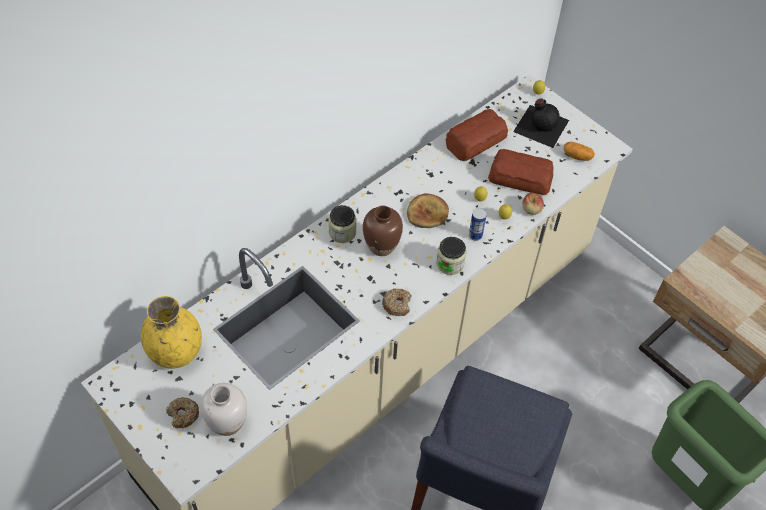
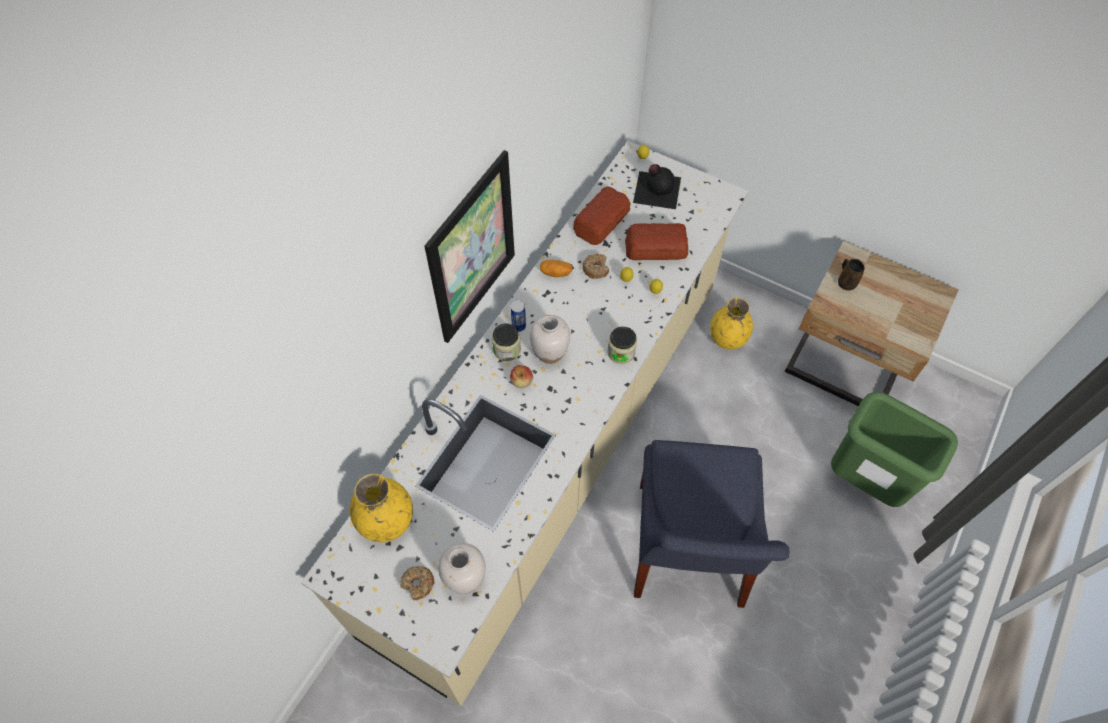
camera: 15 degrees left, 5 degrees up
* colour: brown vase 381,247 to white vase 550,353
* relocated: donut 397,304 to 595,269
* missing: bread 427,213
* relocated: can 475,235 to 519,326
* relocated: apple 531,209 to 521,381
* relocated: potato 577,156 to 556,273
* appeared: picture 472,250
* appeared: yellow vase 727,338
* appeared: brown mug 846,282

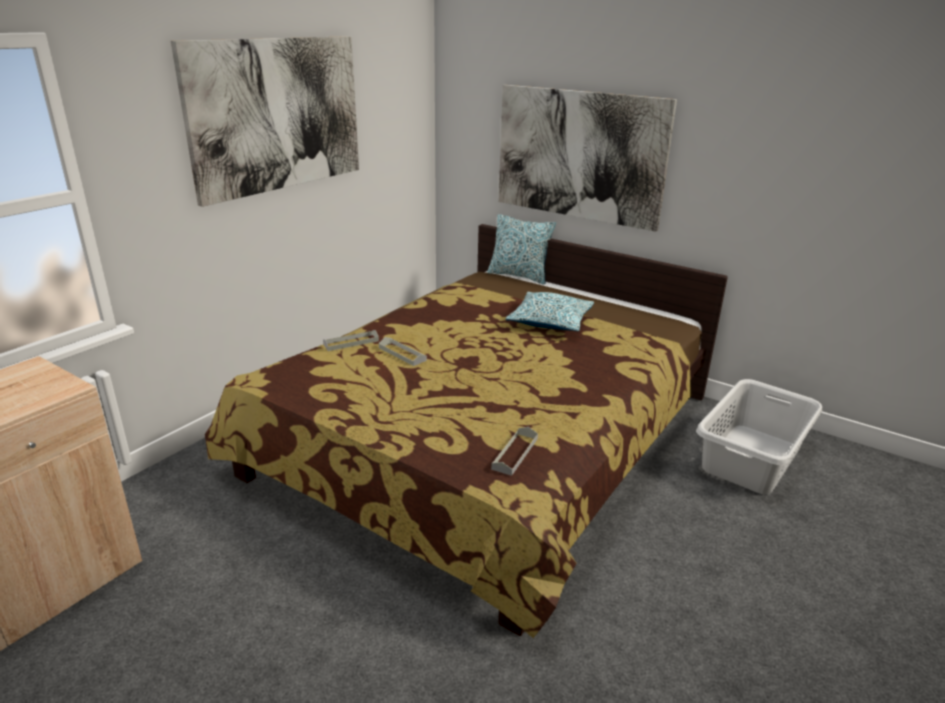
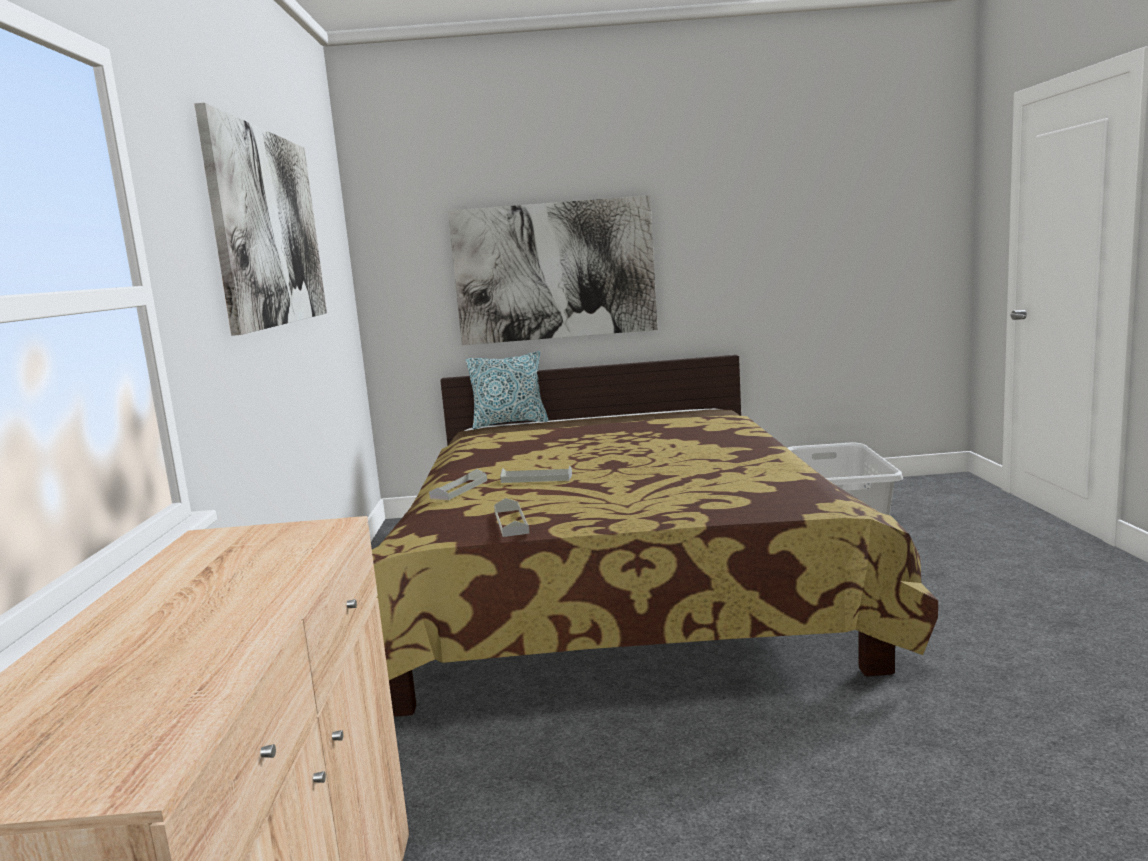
camera: 35 degrees left, 15 degrees down
* relocated: grey tray 515,453 to 511,522
* missing: pillow 550,321

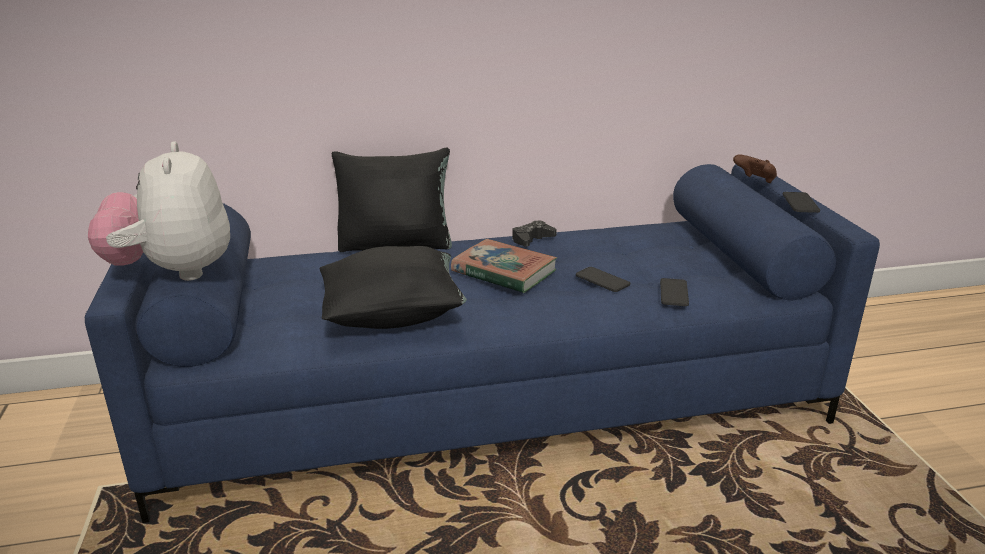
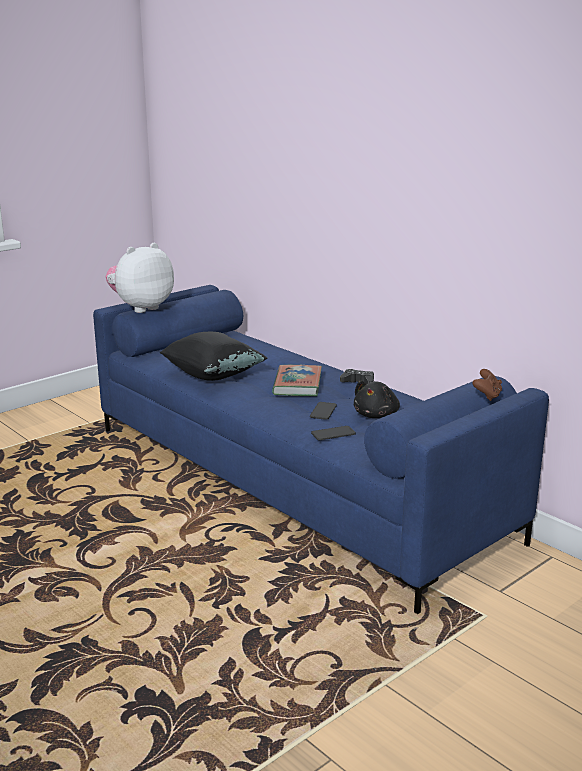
camera: 60 degrees right, 5 degrees down
* missing: black pillow 396,244
* missing: phone 800,203
* appeared: black plush toy 377,415

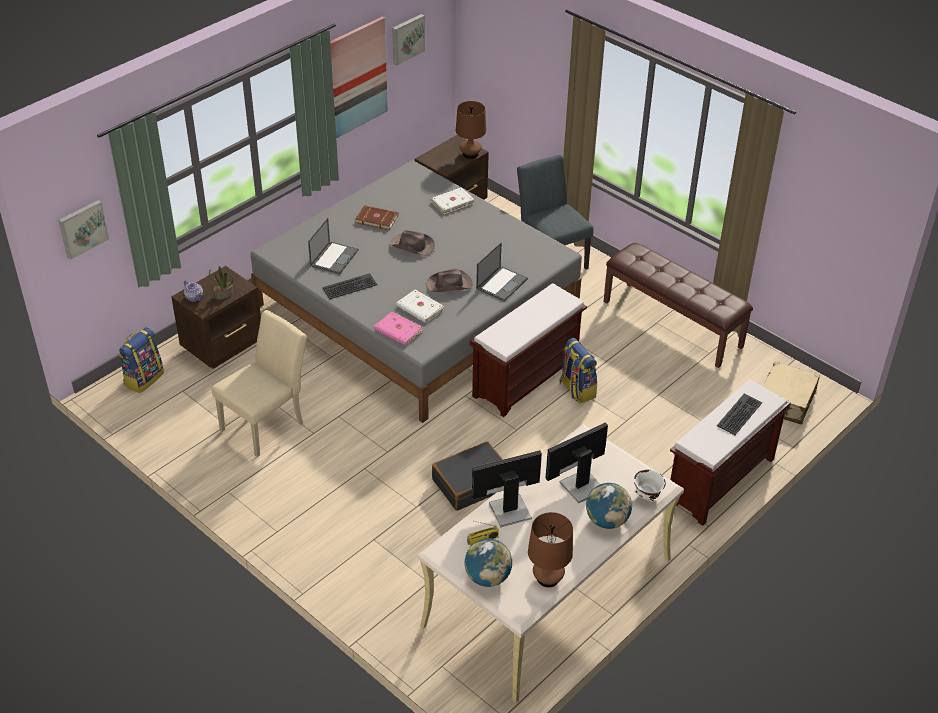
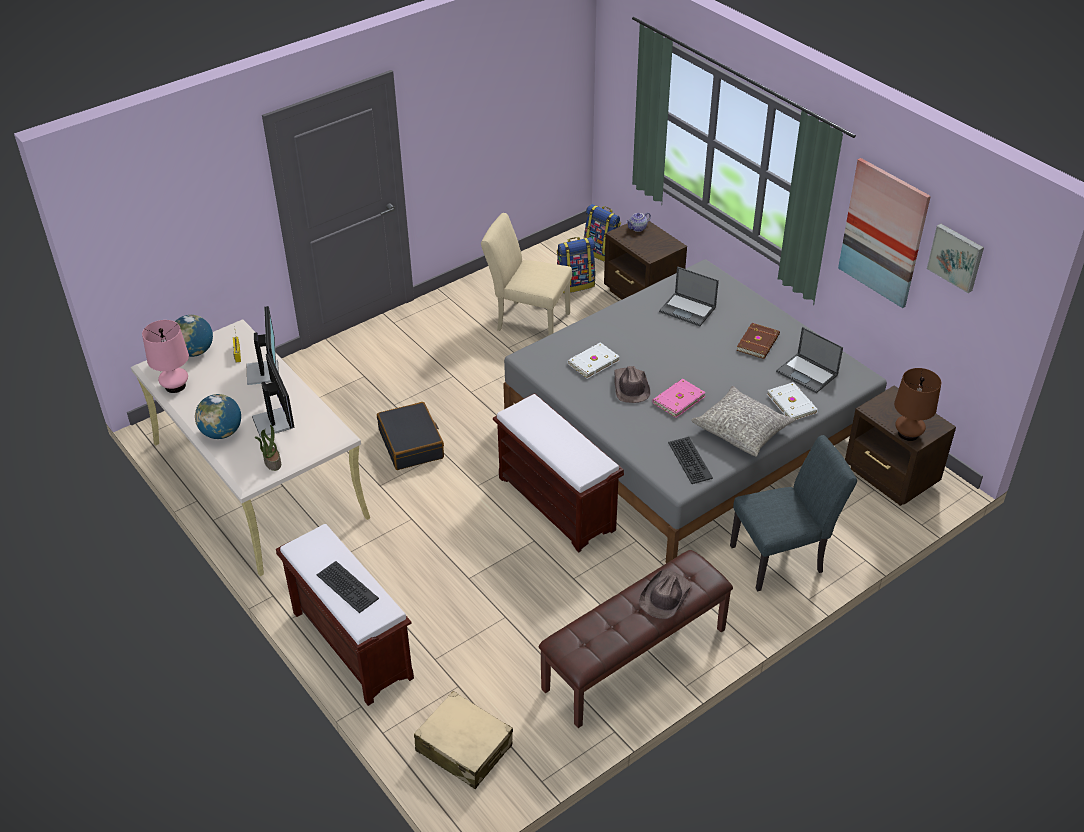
camera: 100 degrees right, 0 degrees up
* missing: picture 82,228
* relocated: potted plant 224,294 to 272,462
* spun: beige chair 267,423 = 527,320 150 degrees clockwise
* relocated: keyboard 350,287 to 689,460
* relocated: pink book 398,331 to 677,399
* relocated: brown hat 412,246 to 665,596
* relocated: laptop 502,283 to 807,373
* colour: brown table lamp 548,578 to pink table lamp 175,386
* relocated: backpack 576,390 to 575,284
* missing: white bowl 647,496
* appeared: grey pillow 742,430

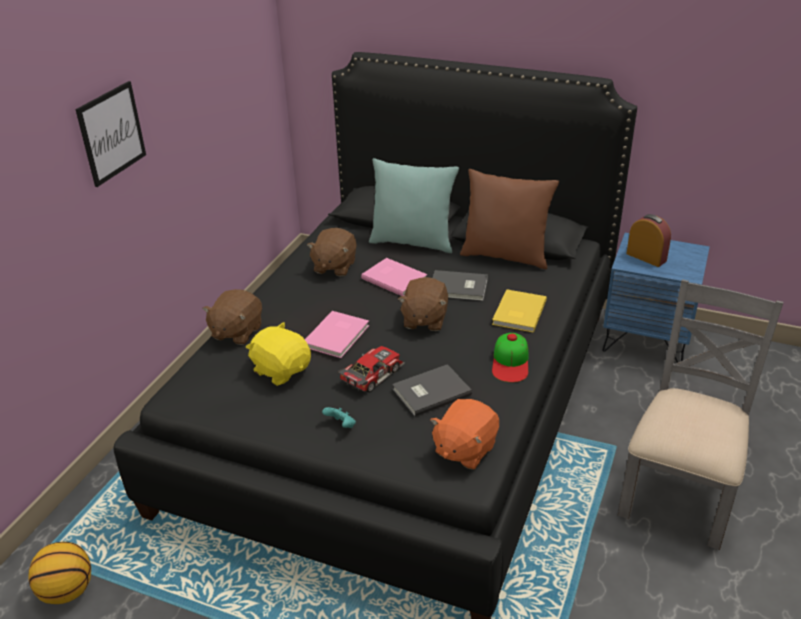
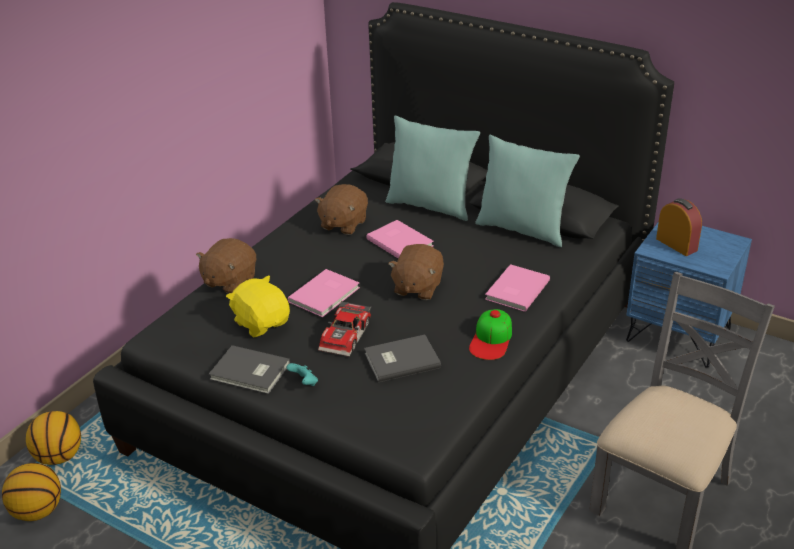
camera: 10 degrees right, 0 degrees up
* missing: picture 111,133
* spun: toy car 370,374 = 347,336 150 degrees clockwise
* missing: orange plush toy 464,449
* relocated: grey book 459,288 to 250,373
* colour: brown pillow 505,256 to turquoise pillow 523,229
* colour: yellow book 517,313 to pink book 515,290
* appeared: basketball 59,456

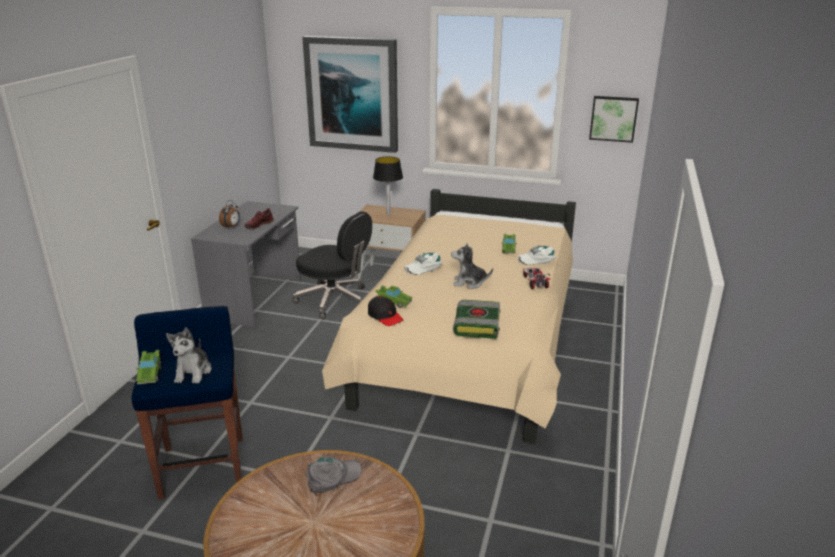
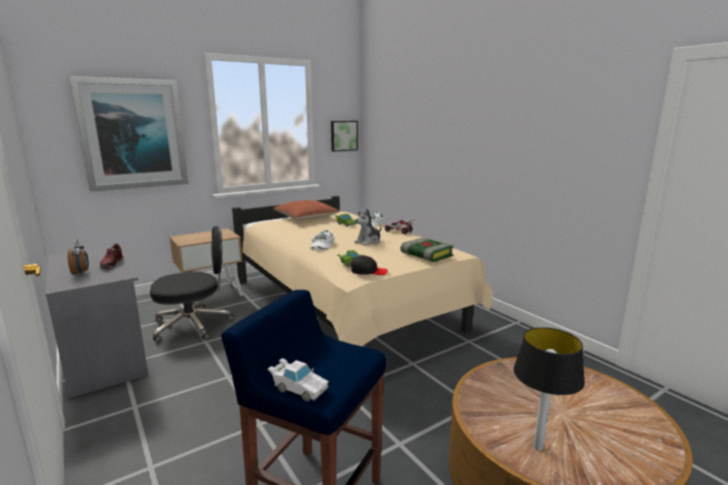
camera: 50 degrees left, 10 degrees down
* colour: green toy car 150,374 to white toy car 298,388
* missing: plush toy 193,372
* missing: grey cap 333,477
* relocated: table lamp 389,214 to 538,446
* appeared: pillow 306,218

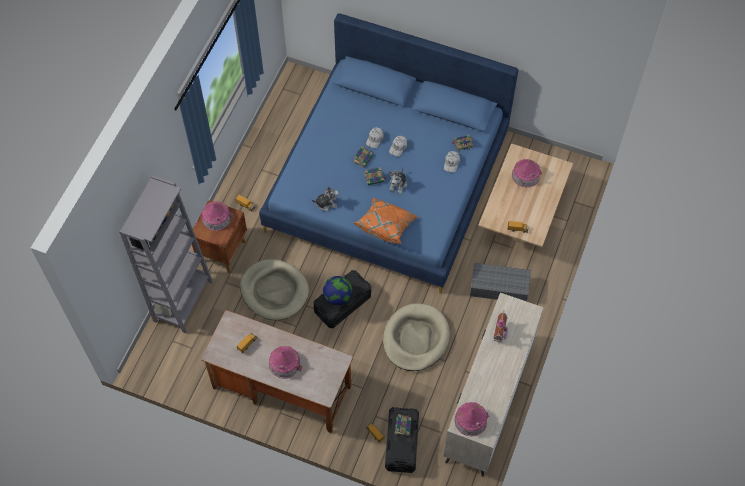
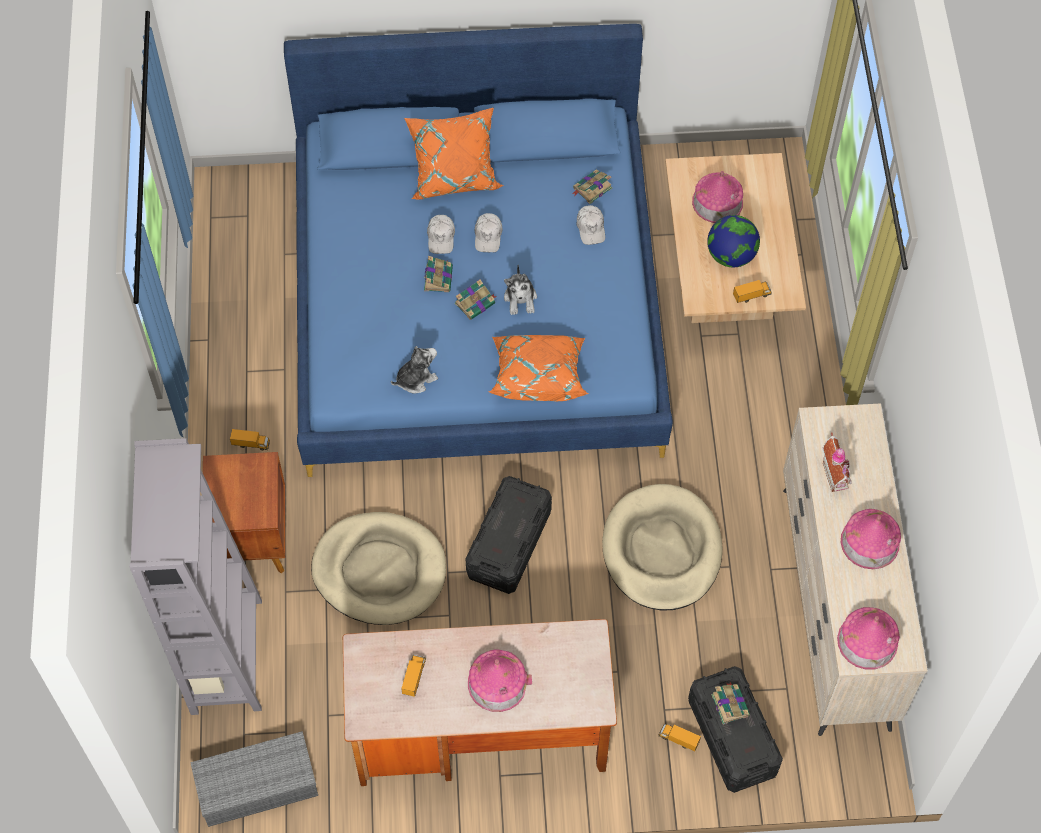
camera: 25 degrees left, 0 degrees up
* relocated: toy house 216,218 to 869,542
* relocated: globe 338,297 to 731,255
* relocated: grey storage box 500,287 to 258,783
* appeared: orange pillow 454,176

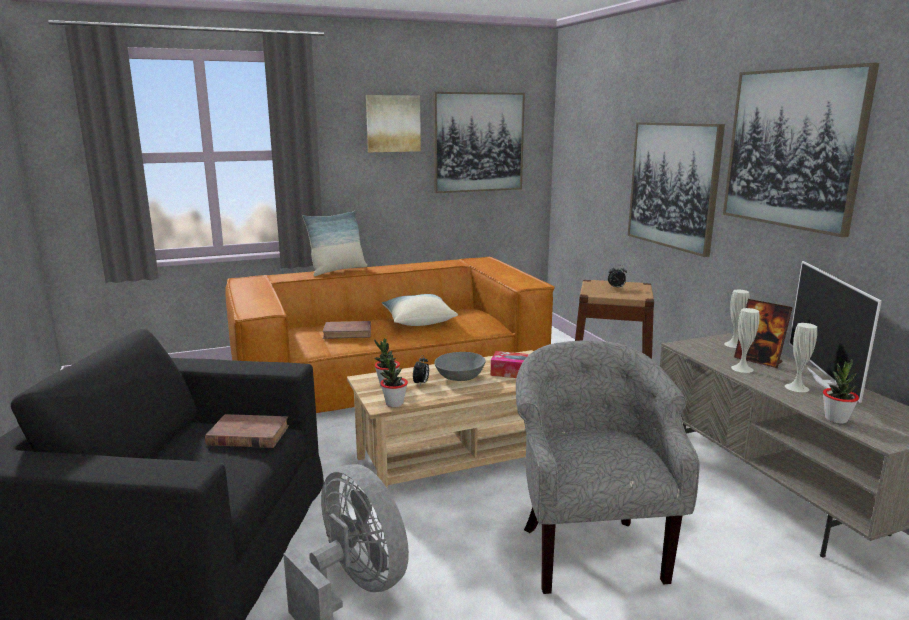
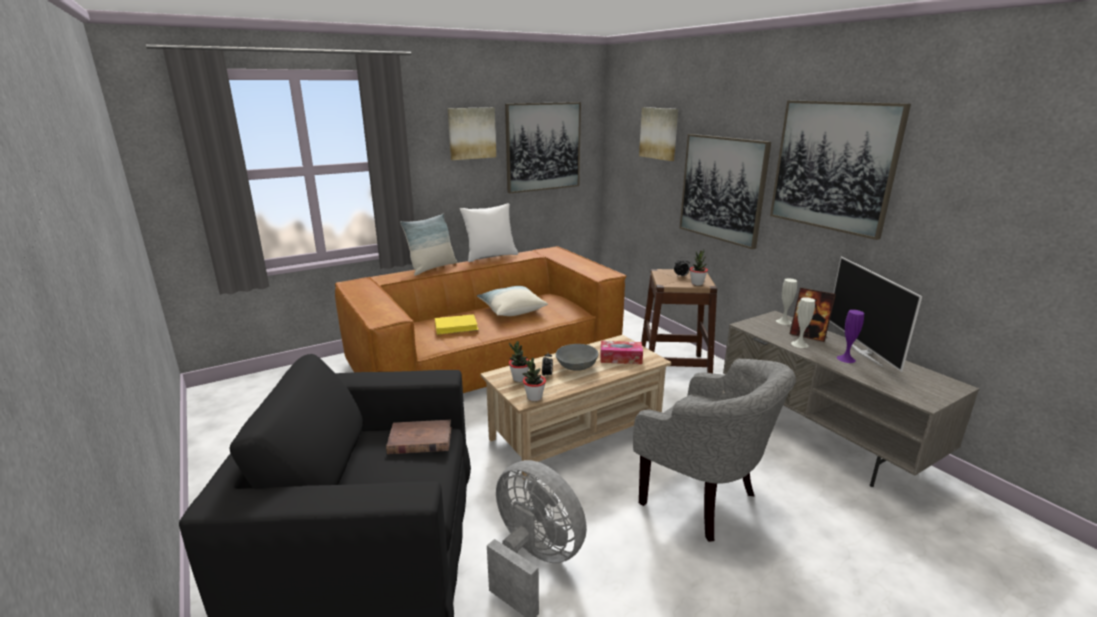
camera: 10 degrees left, 5 degrees up
* colour: brown book 348,333 to yellow book 456,327
* spun: grey armchair 588,549 = 704,501 150 degrees clockwise
* colour: white vase 796,387 to purple vase 846,359
* relocated: potted plant 836,419 to 697,283
* appeared: white pillow 490,256
* appeared: picture 659,133

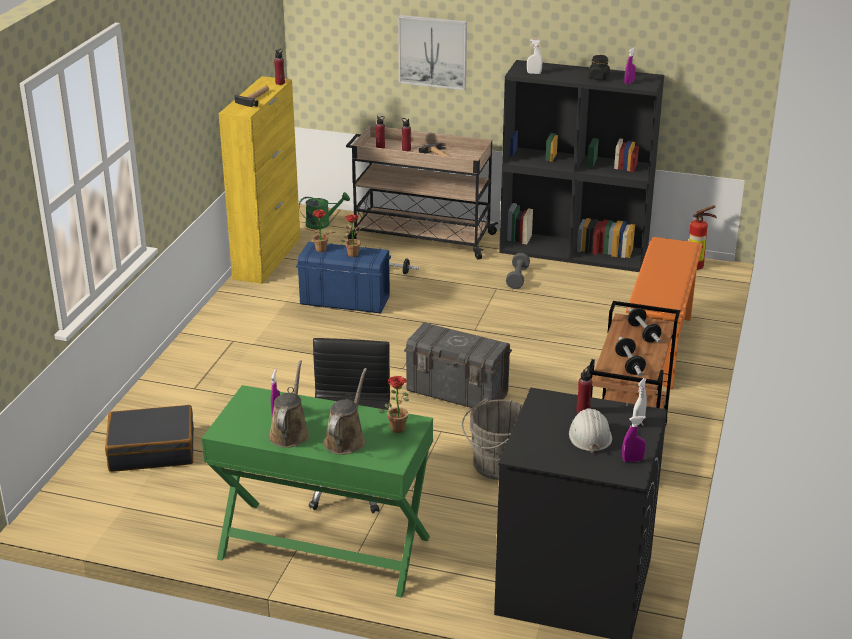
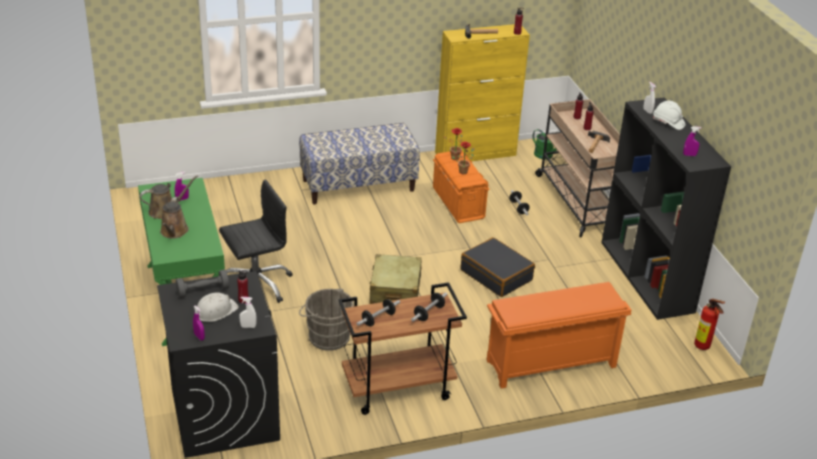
camera: 55 degrees right, 5 degrees up
* relocated: black suitcase 152,450 to 496,275
* colour: blue storage box 344,300 to orange storage box 458,203
* spun: brown watering can 346,439 = 173,232 105 degrees clockwise
* missing: potted plant 397,426
* missing: picture 433,51
* exchanged: grey storage box 457,393 to beige suitcase 395,290
* relocated: grey dumbbell 517,278 to 203,291
* missing: black jar 598,78
* appeared: bench 358,185
* appeared: white hard hat 668,122

